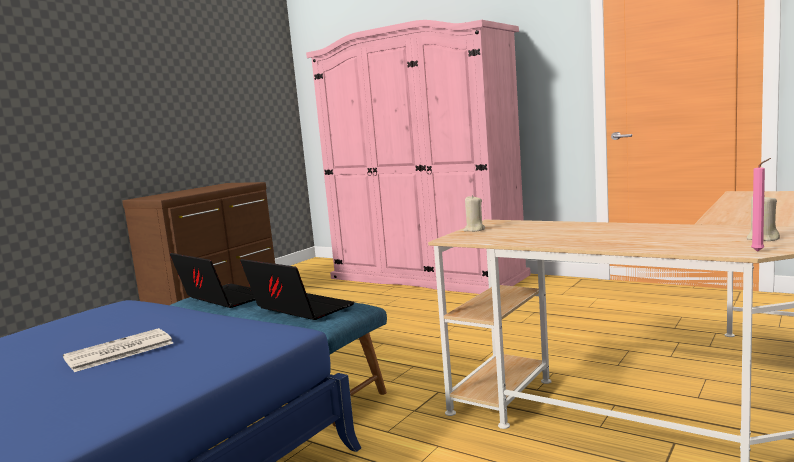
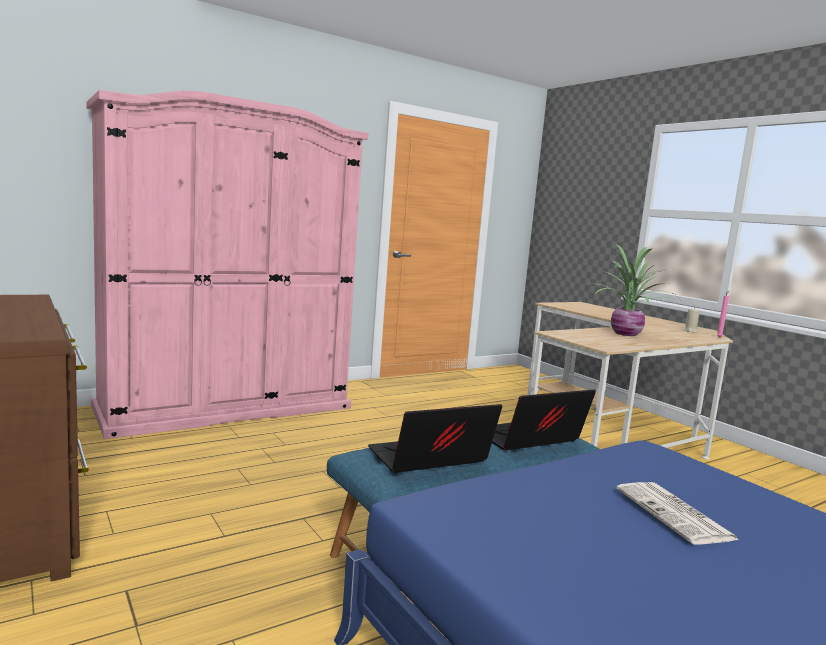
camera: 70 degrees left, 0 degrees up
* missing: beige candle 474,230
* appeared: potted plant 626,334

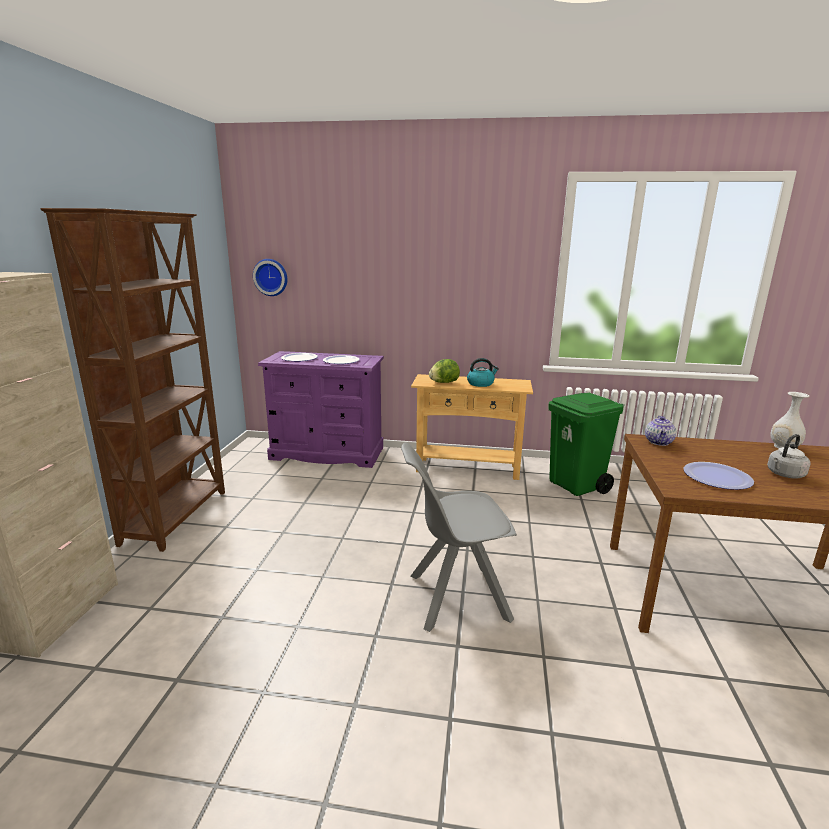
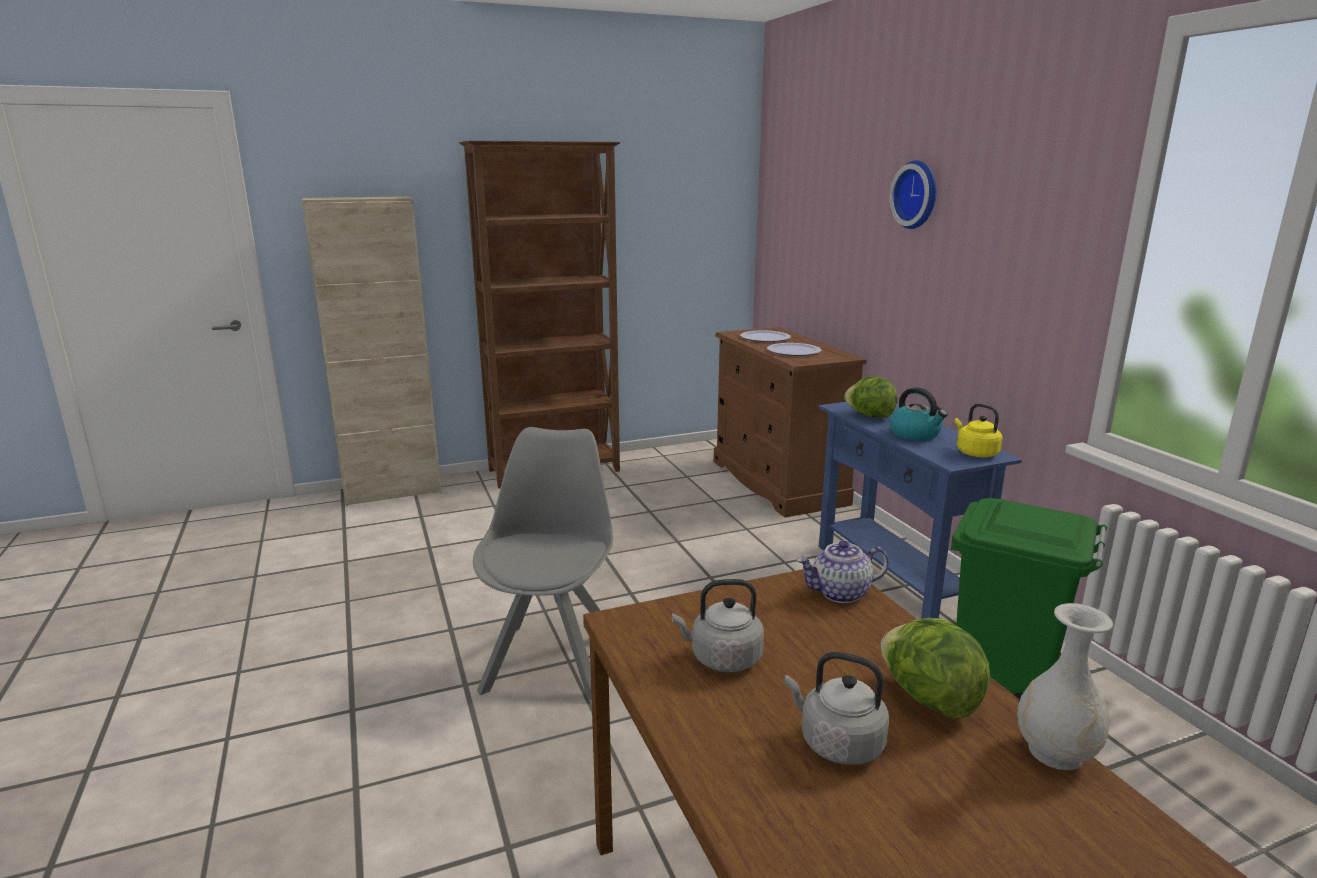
camera: 60 degrees right, 0 degrees up
* relocated: wall clock 271,277 to 918,195
* colour: purple dresser 327,453 to brown dresser 777,482
* spun: grey chair 455,597 = 552,658 45 degrees clockwise
* colour: beige console table 467,468 to blue console table 893,580
* exchanged: plate 717,477 to grey kettle 722,659
* appeared: lettuce 928,699
* appeared: yellow kettle 975,453

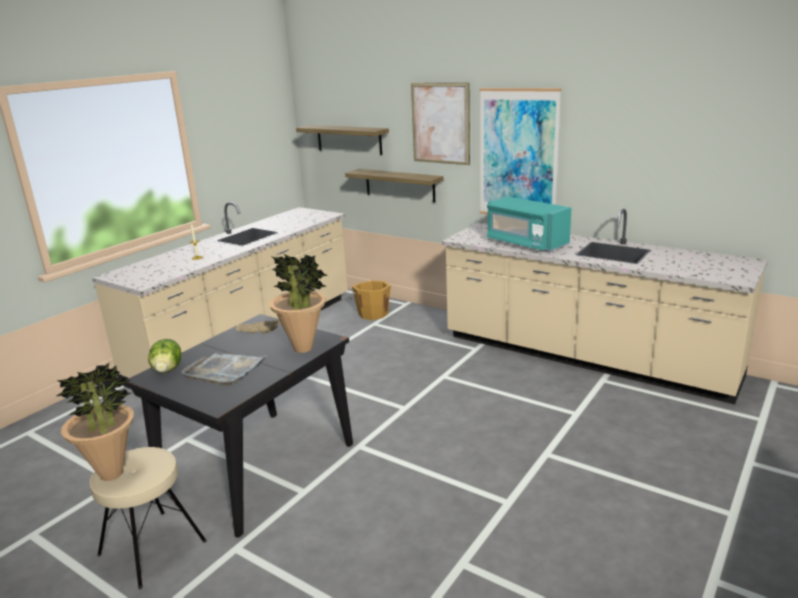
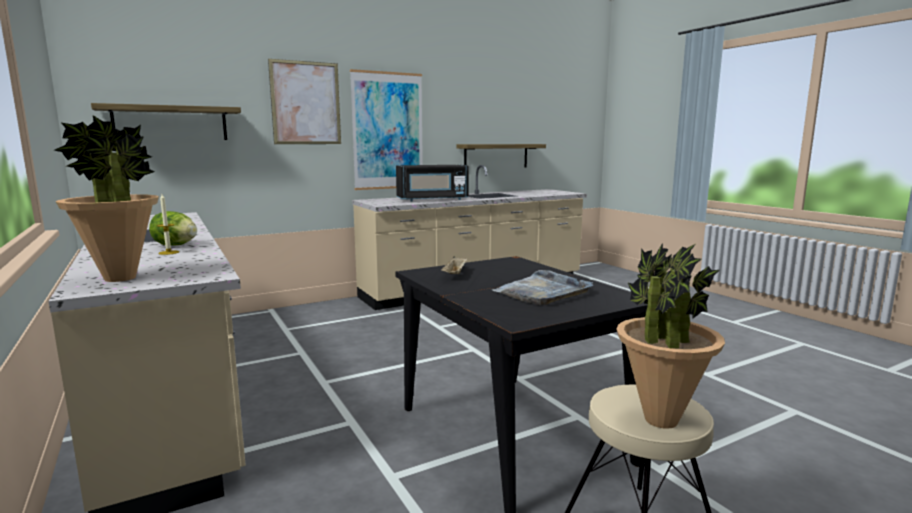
camera: 65 degrees left, 10 degrees down
* relocated: lettuce 167,370 to 175,245
* relocated: potted plant 303,348 to 121,278
* relocated: shelf 399,185 to 496,156
* missing: orange bucket 373,313
* colour: turquoise microwave 525,243 to black microwave 432,199

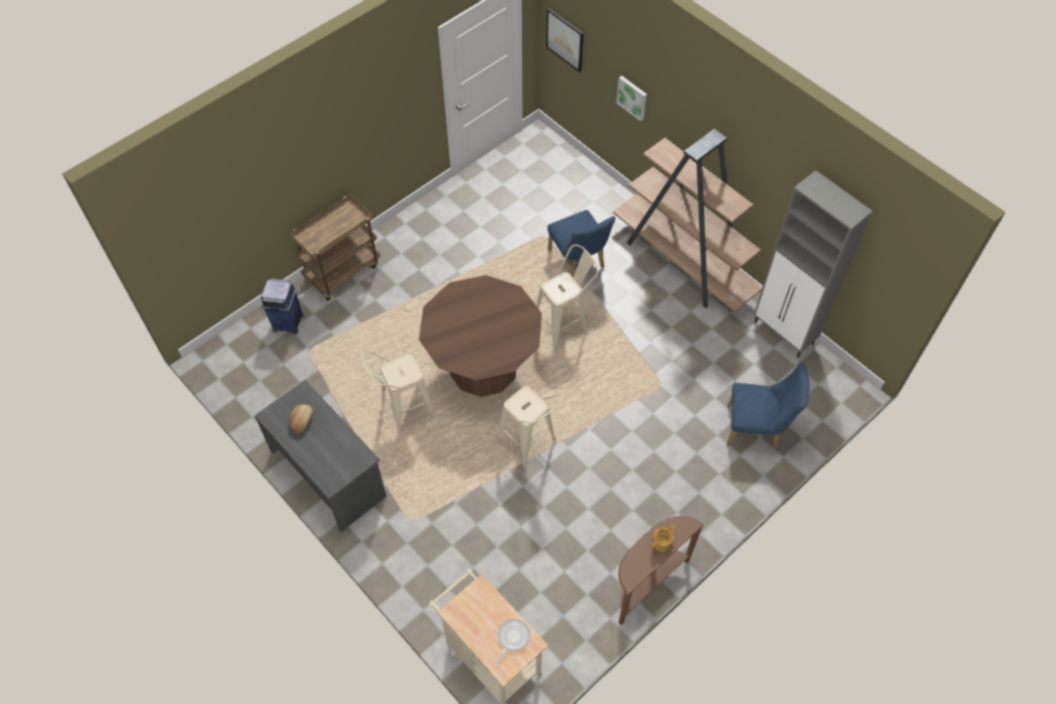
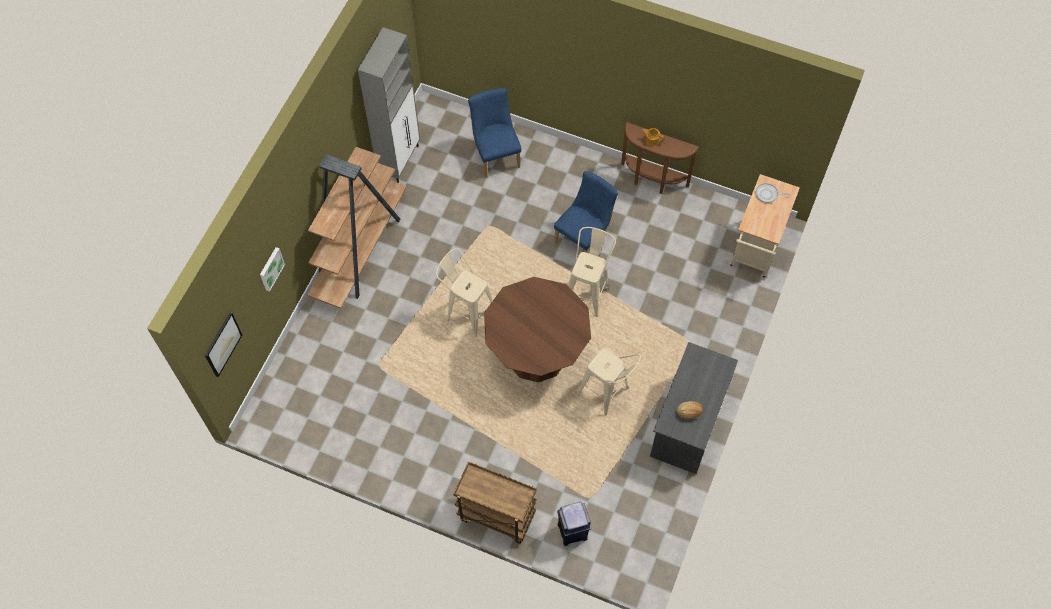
camera: 115 degrees left, 5 degrees up
* relocated: blue chair 579,262 to 584,236

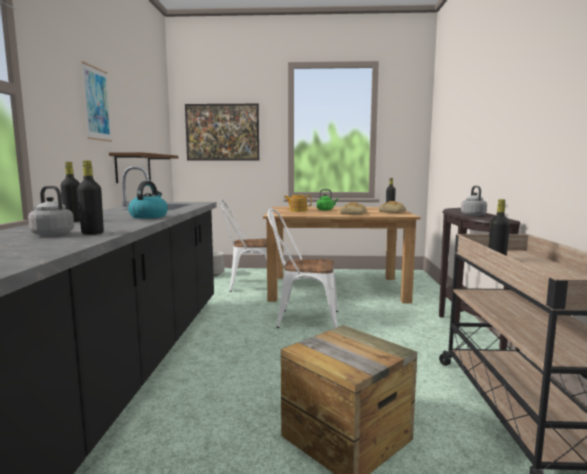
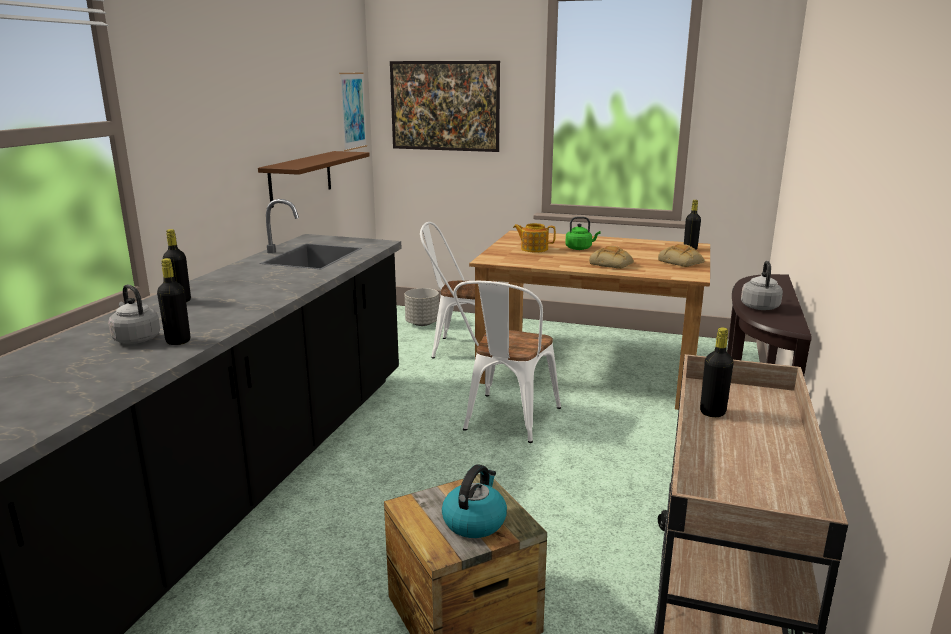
camera: 15 degrees right, 10 degrees up
* relocated: picture 96,104 to 353,111
* relocated: kettle 149,216 to 474,521
* spun: white chair 302,319 = 507,421 90 degrees counterclockwise

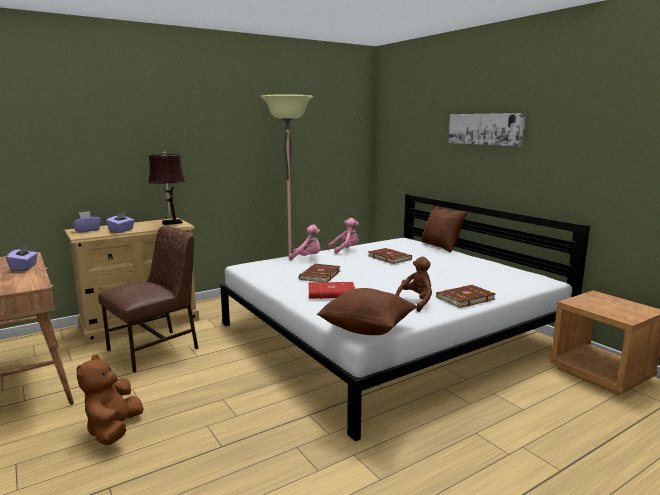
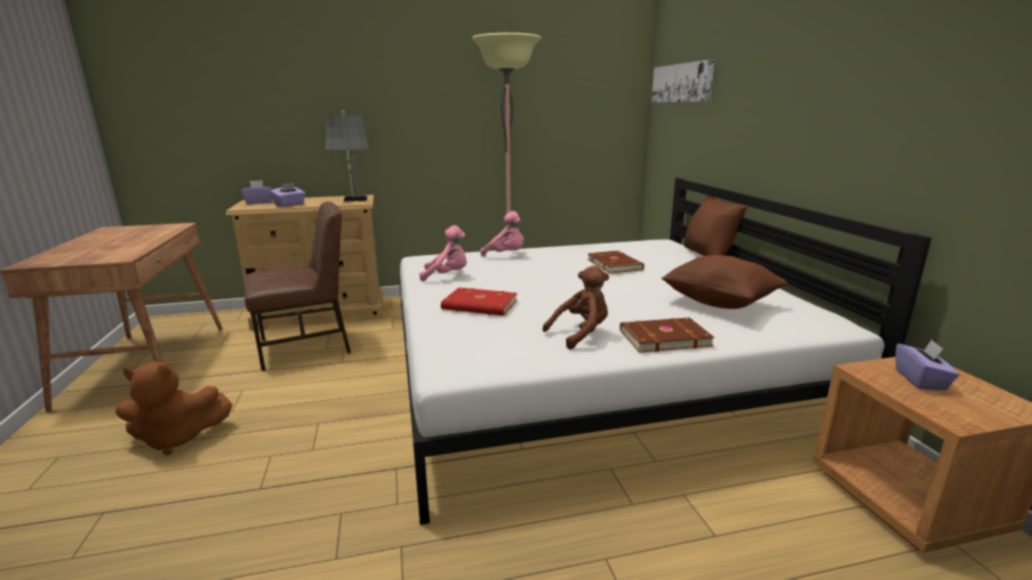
camera: 20 degrees right, 5 degrees up
* relocated: purple tissue box 24,268 to 921,380
* spun: brown plush toy 114,430 = 177,438 120 degrees counterclockwise
* colour: brown table lamp 170,223 to grey table lamp 353,200
* missing: brown book 319,275
* relocated: brown pillow 367,329 to 720,303
* relocated: pink plush toy 345,250 to 447,276
* relocated: picture 485,129 to 682,83

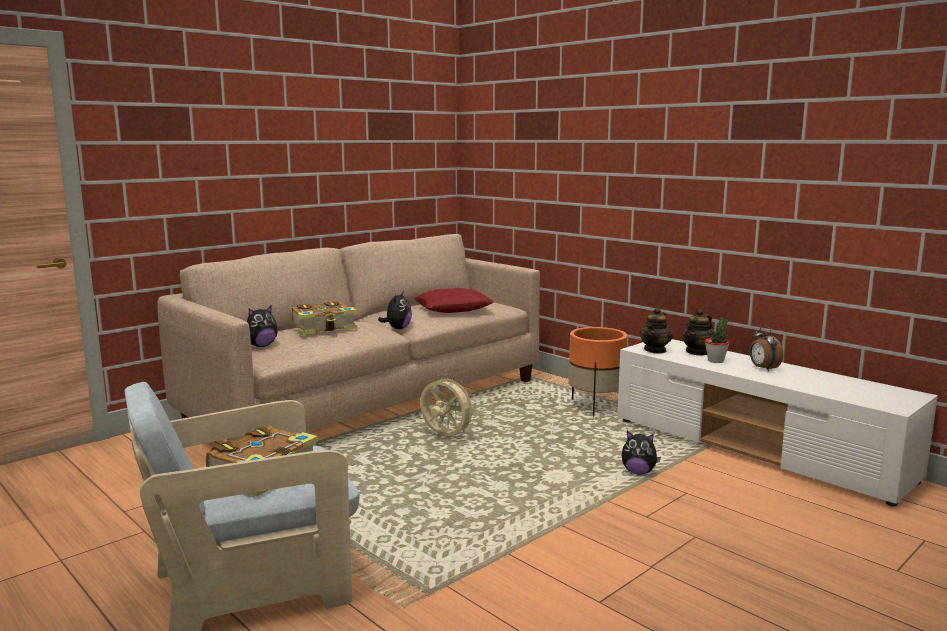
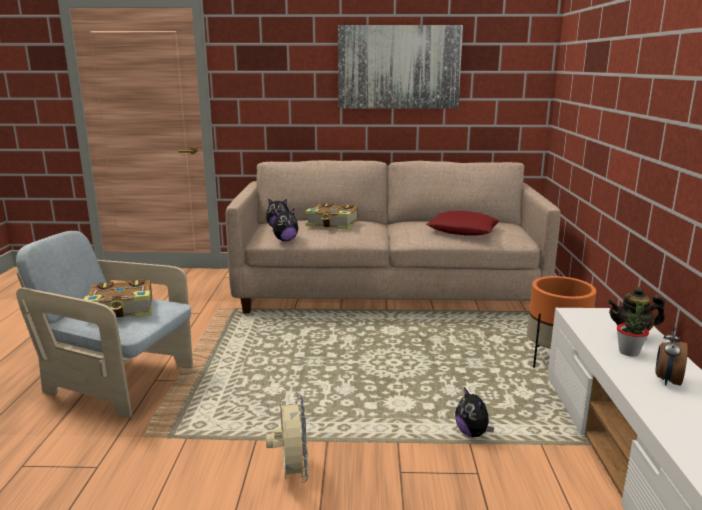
camera: 45 degrees right, 5 degrees up
* relocated: plush toy 397,328 to 285,240
* relocated: beige fan 445,437 to 291,473
* missing: teapot 655,350
* appeared: picture 399,67

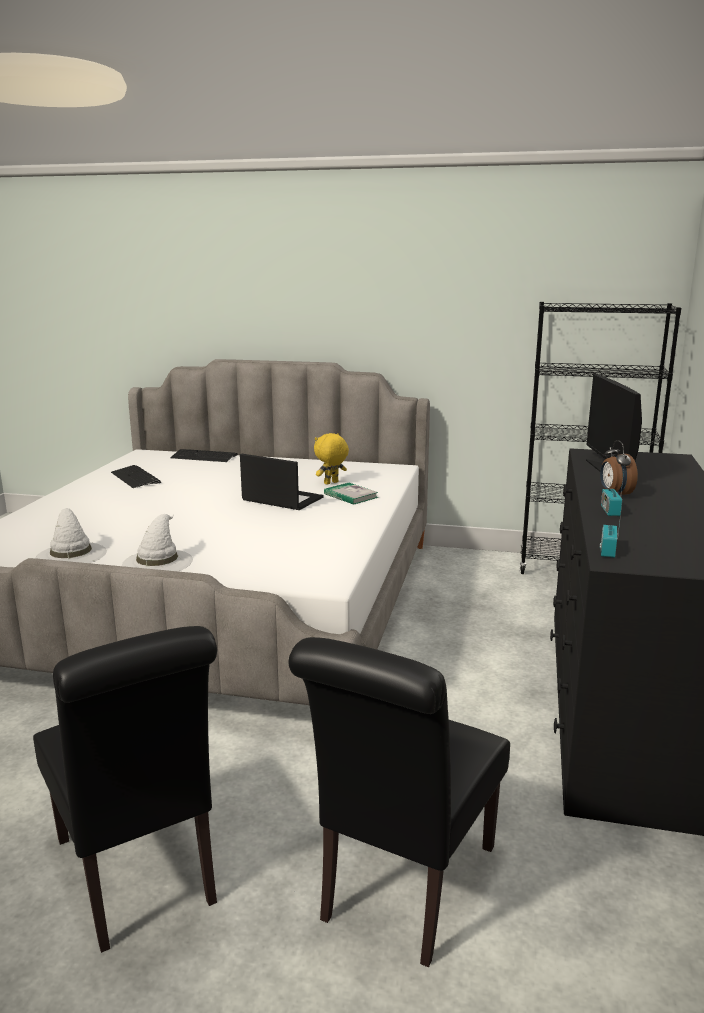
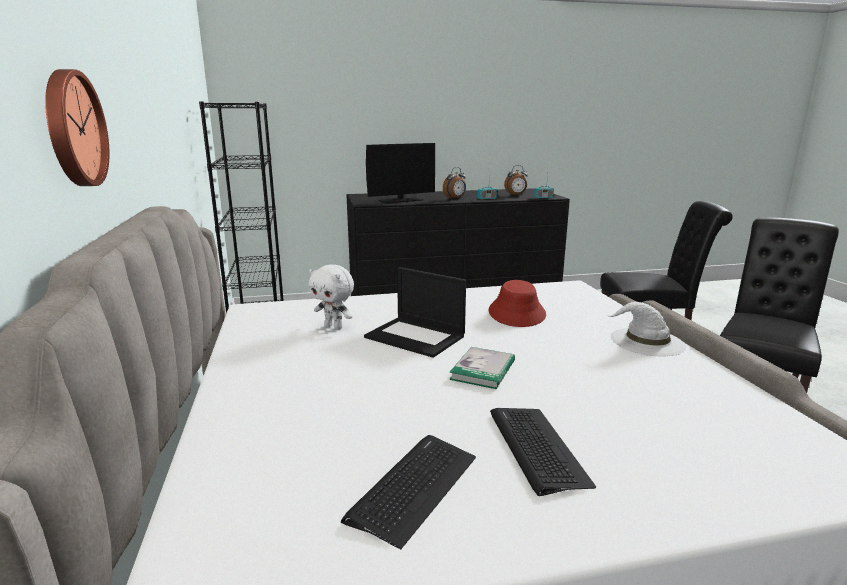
camera: 115 degrees left, 0 degrees up
* missing: white hat 71,554
* relocated: keyboard 204,457 to 536,448
* spun: laptop 281,499 = 416,337 60 degrees counterclockwise
* colour: yellow plush toy 331,483 to white plush toy 334,327
* relocated: book 350,496 to 483,370
* appeared: wall clock 72,129
* appeared: red hat 517,313
* appeared: alarm clock 516,195

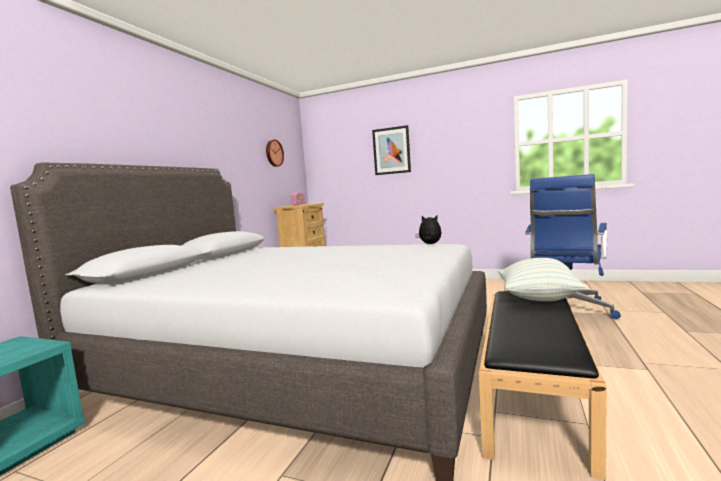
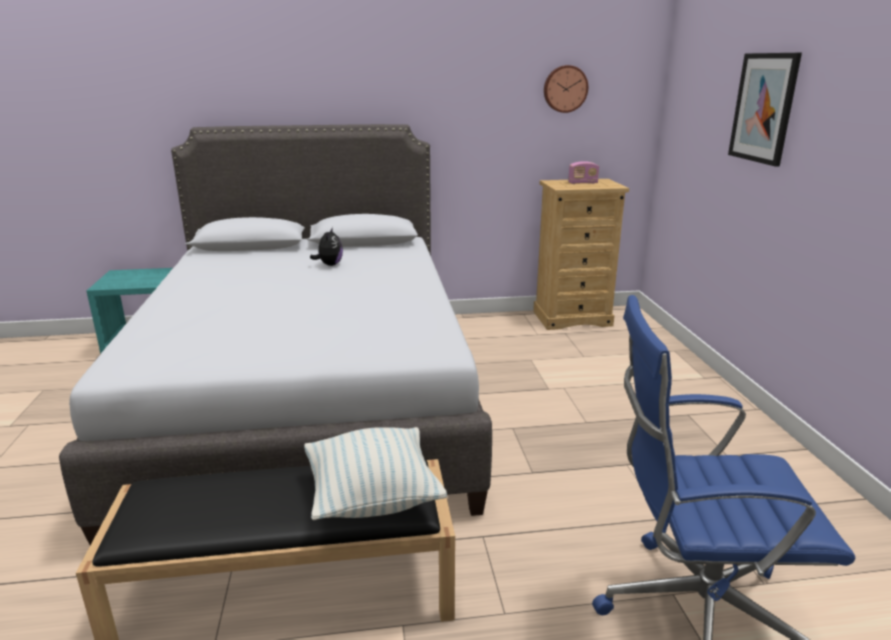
camera: 60 degrees right, 15 degrees up
* relocated: plush toy 430,244 to 329,265

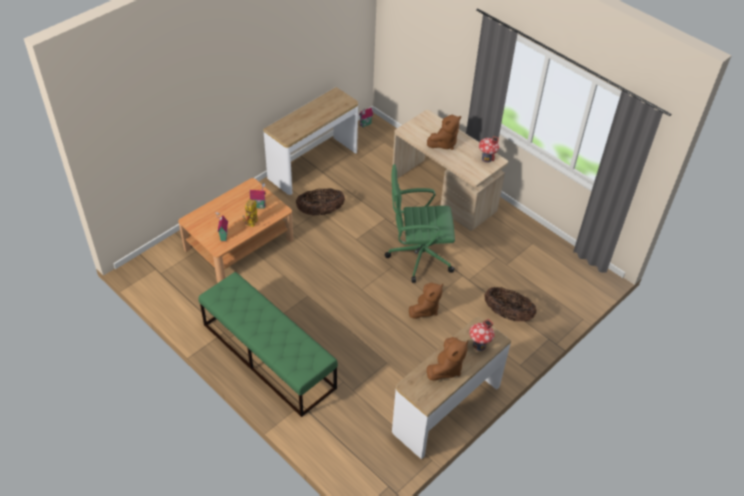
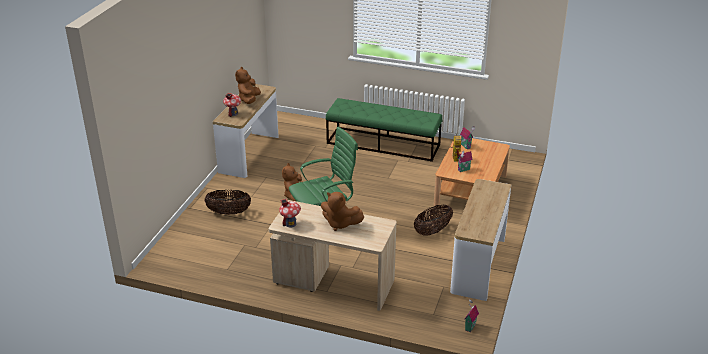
camera: 155 degrees right, 15 degrees down
* spun: brown plush toy 444,143 = 340,224 90 degrees counterclockwise

